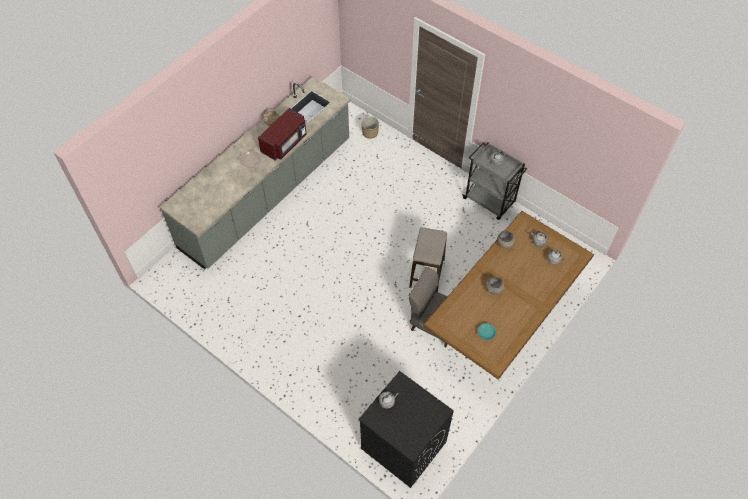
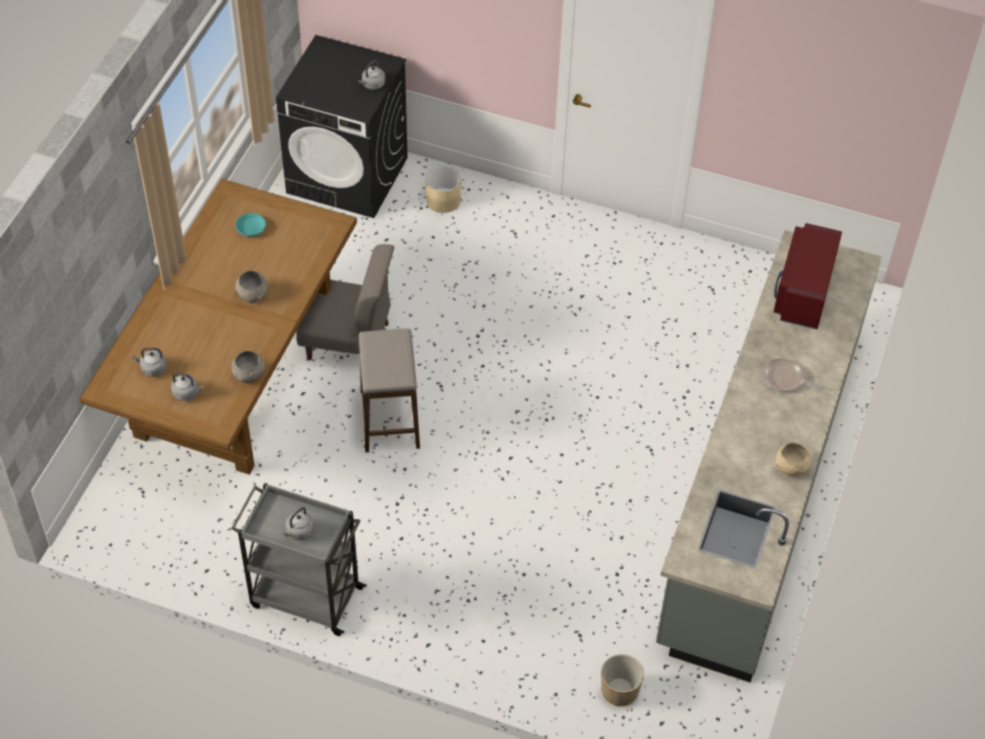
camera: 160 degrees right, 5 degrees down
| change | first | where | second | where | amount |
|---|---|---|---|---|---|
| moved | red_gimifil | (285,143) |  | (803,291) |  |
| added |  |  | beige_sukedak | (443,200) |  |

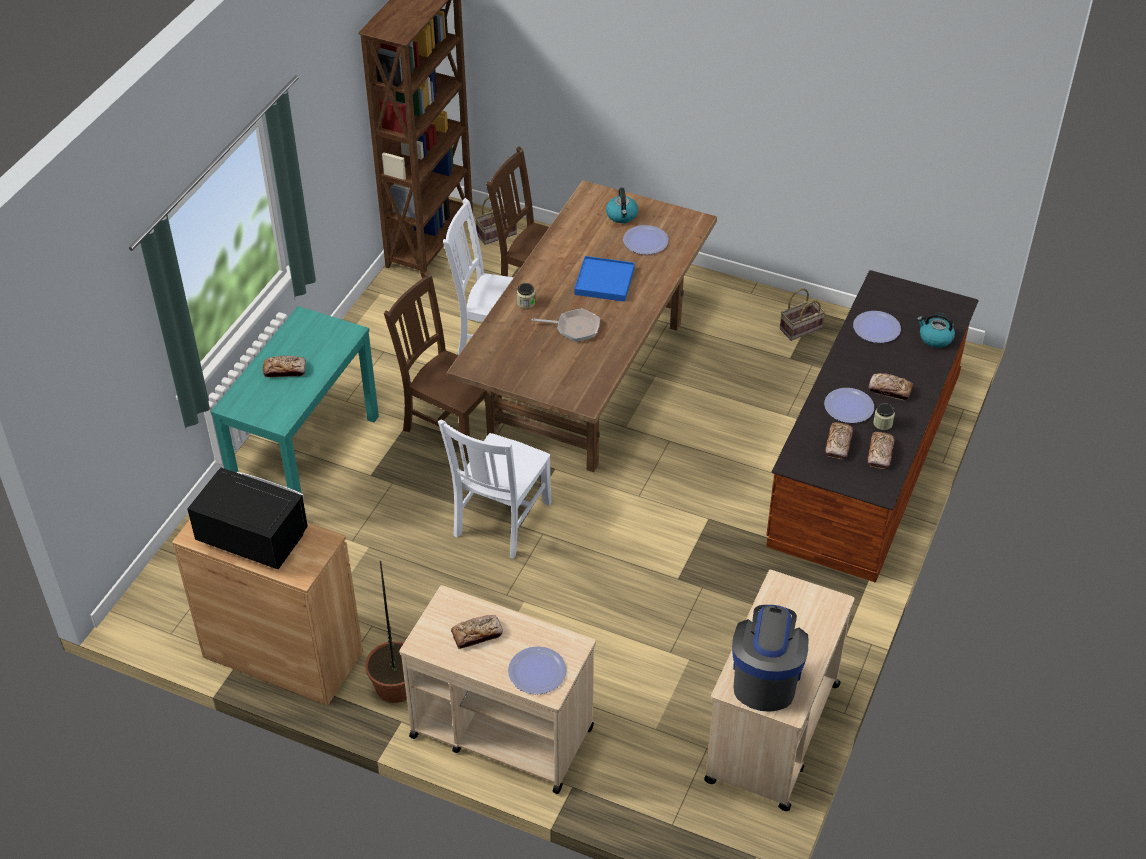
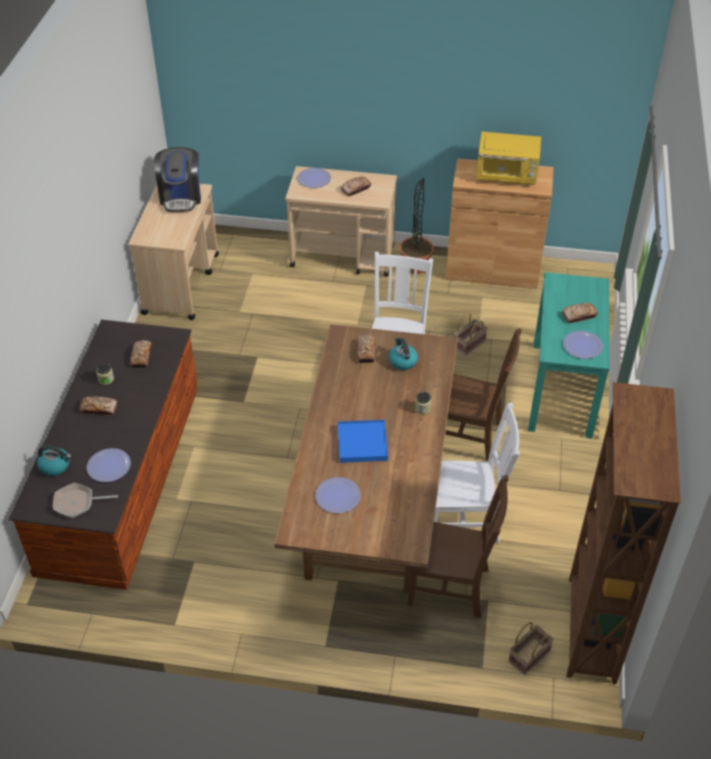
camera: 165 degrees right, 0 degrees up
| change | first | where | second | where | amount |
|---|---|---|---|---|---|
| moved | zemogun | (622,216) |  | (402,361) |  |
| moved | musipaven | (800,329) |  | (469,343) |  |
| moved | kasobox | (574,328) |  | (77,503) |  |
| moved | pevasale | (849,406) |  | (582,346) |  |
| moved | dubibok | (880,453) |  | (365,351) |  |
| recoloured | black_gimifil | (252,538) | yellow_gimifil | (507,175) |  |

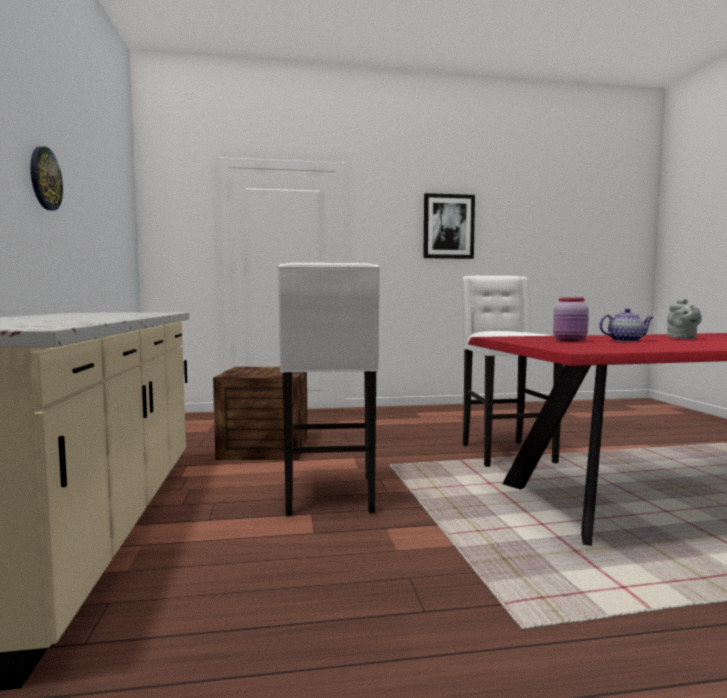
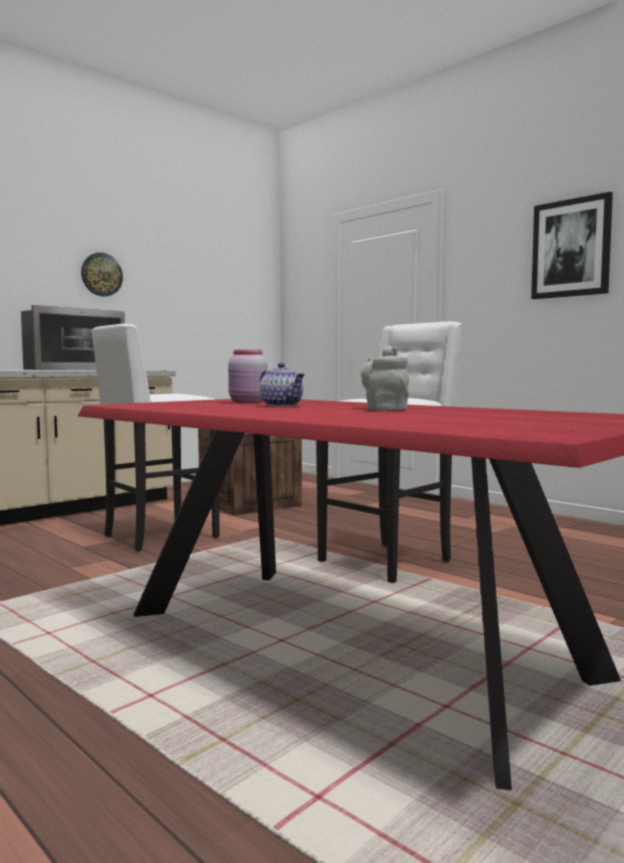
camera: 55 degrees right, 0 degrees up
| change | first | where | second | where | amount |
|---|---|---|---|---|---|
| turned | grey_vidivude | (682,338) |  | (384,409) | 90 degrees clockwise |
| added |  |  | gimifil | (71,369) |  |

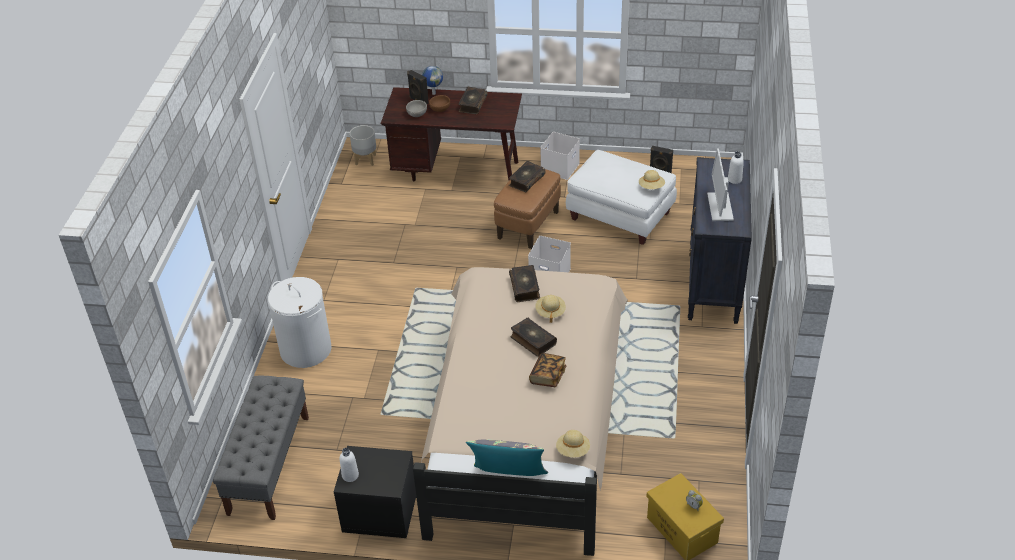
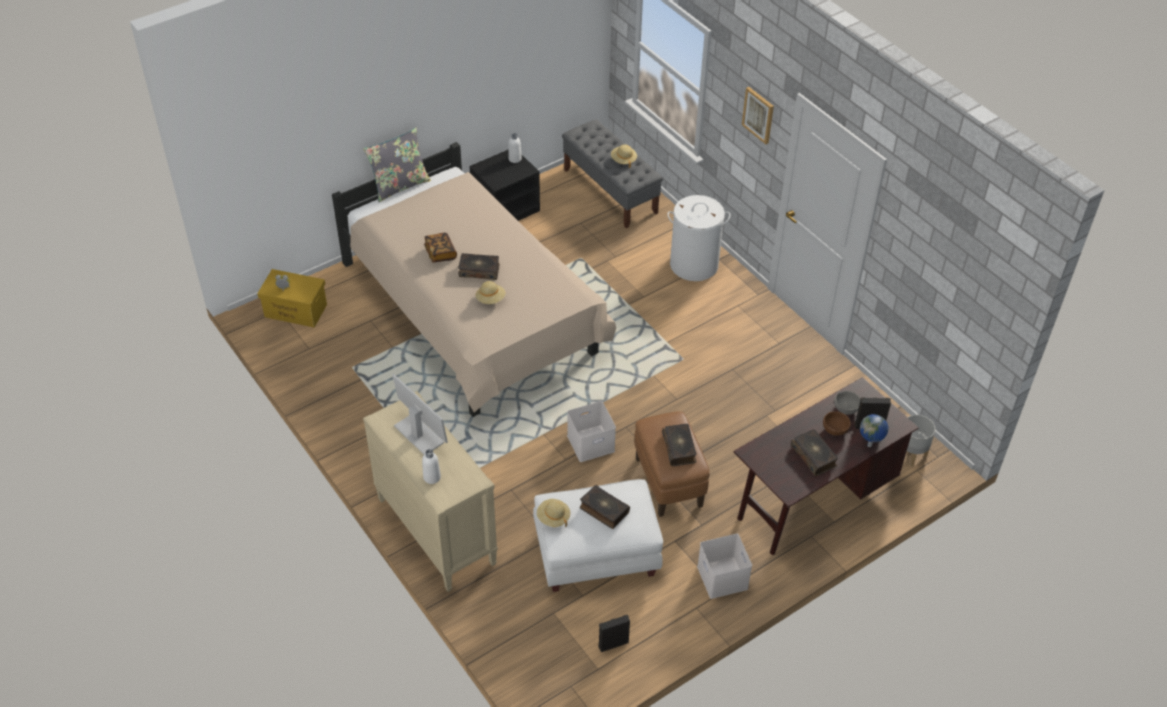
camera: 135 degrees right, 5 degrees up
| change | first | where | second | where | amount |
|---|---|---|---|---|---|
| recoloured | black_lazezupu | (713,283) | beige_lazezupu | (435,531) |  |
| moved | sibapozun | (525,287) |  | (603,510) |  |
| moved | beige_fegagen | (573,450) |  | (623,160) |  |
| added |  |  | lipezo | (758,115) |  |

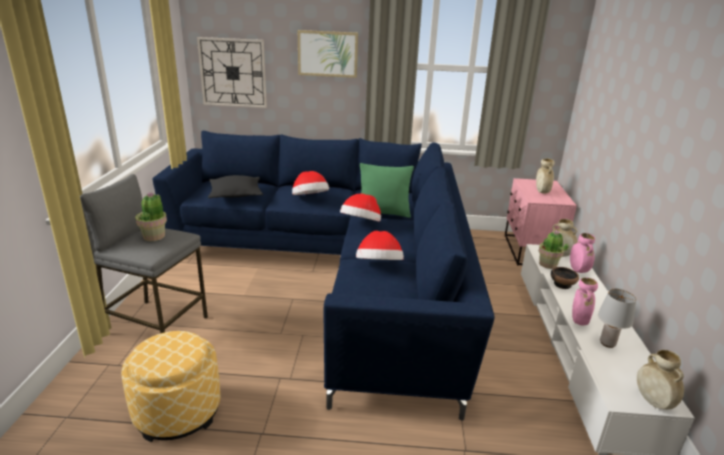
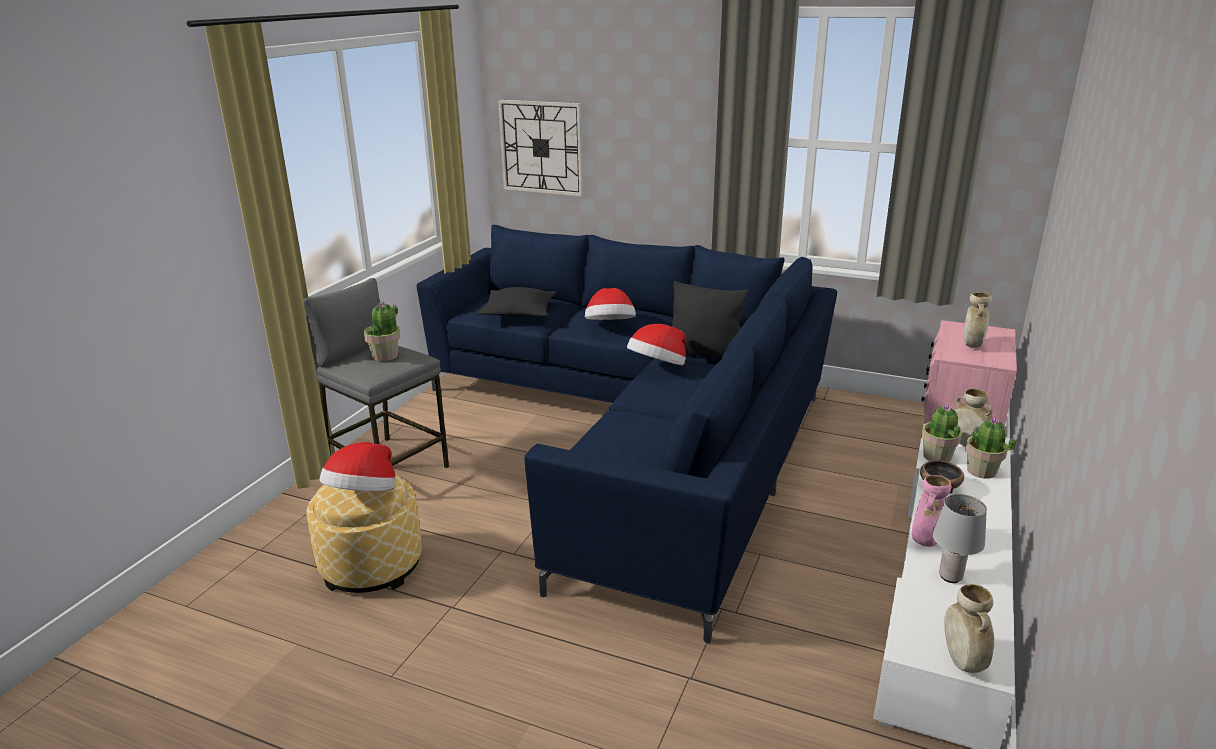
camera: 20 degrees right, 0 degrees up
| change | first | where | second | where | amount |
|---|---|---|---|---|---|
| removed | lipezo | (327,54) |  |  |  |
| recoloured | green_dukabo | (383,213) | black_dukabo | (704,355) |  |
| moved | fegagen | (379,266) |  | (363,495) |  |
| replaced | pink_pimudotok | (578,270) | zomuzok | (981,471) |  |

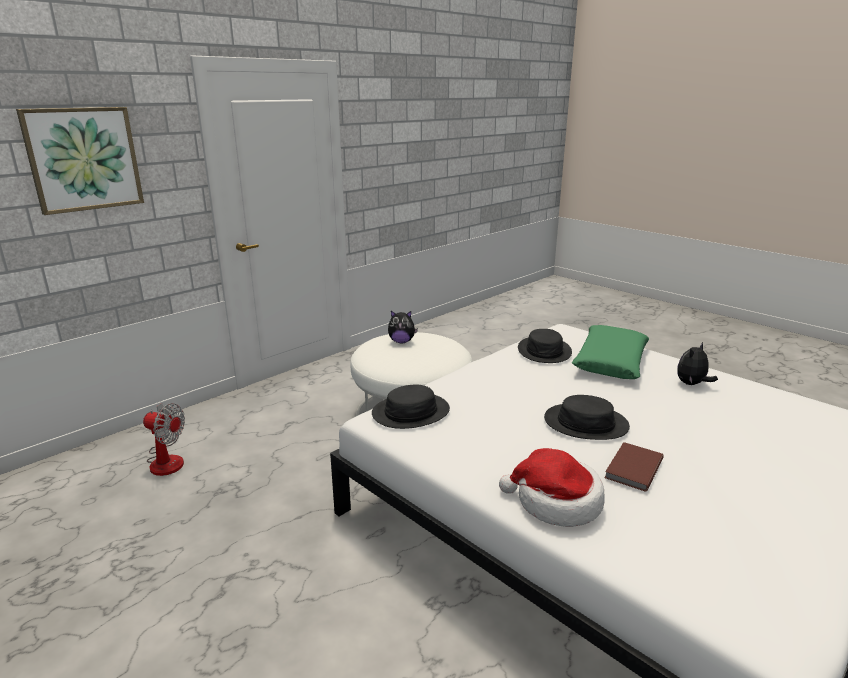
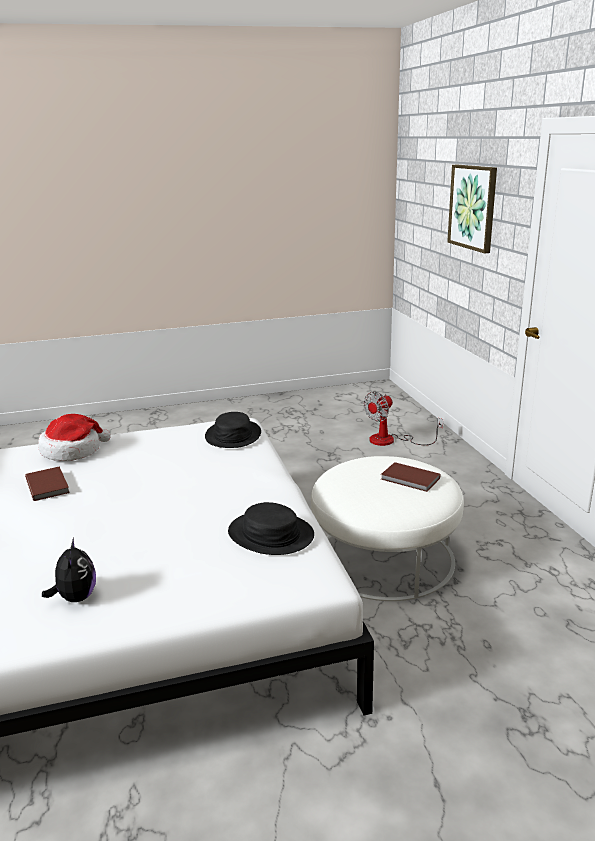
camera: 120 degrees right, 0 degrees up
| change | first | where | second | where | amount |
|---|---|---|---|---|---|
| replaced | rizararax | (401,341) | brown_sibapozun | (410,479) |  |
| removed | green_dukabo | (610,361) |  |  |  |
| removed | black_fegagen | (585,423) |  |  |  |

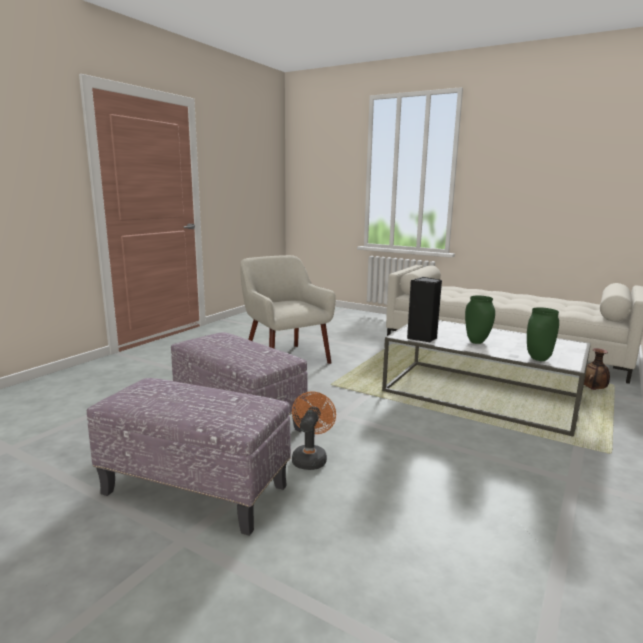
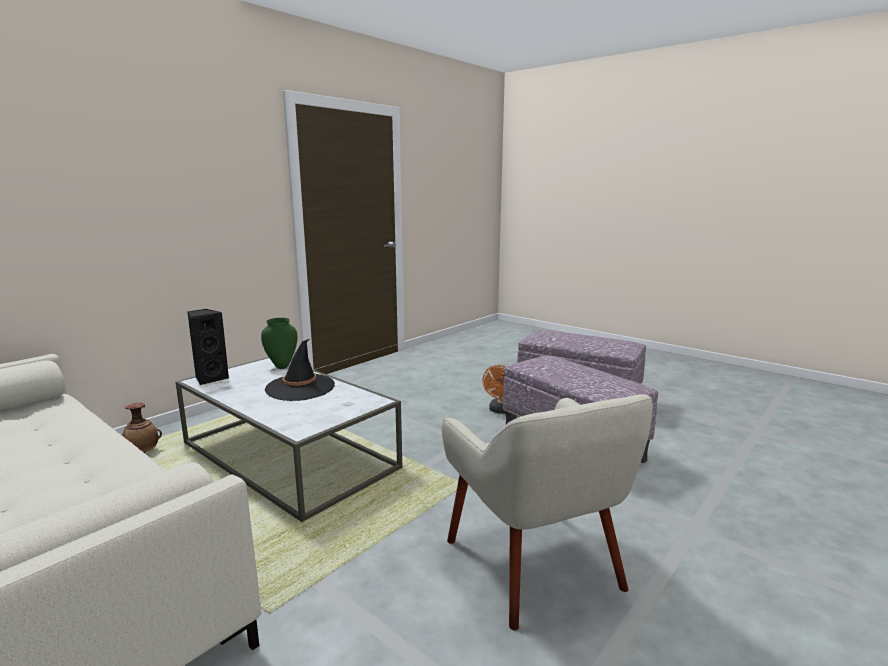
camera: 170 degrees left, 0 degrees up
| change | first | where | second | where | amount |
|---|---|---|---|---|---|
| moved | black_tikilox | (422,338) |  | (210,378) |  |
| replaced | green_pimudotok | (477,342) | black_fegagen | (300,387) |  |

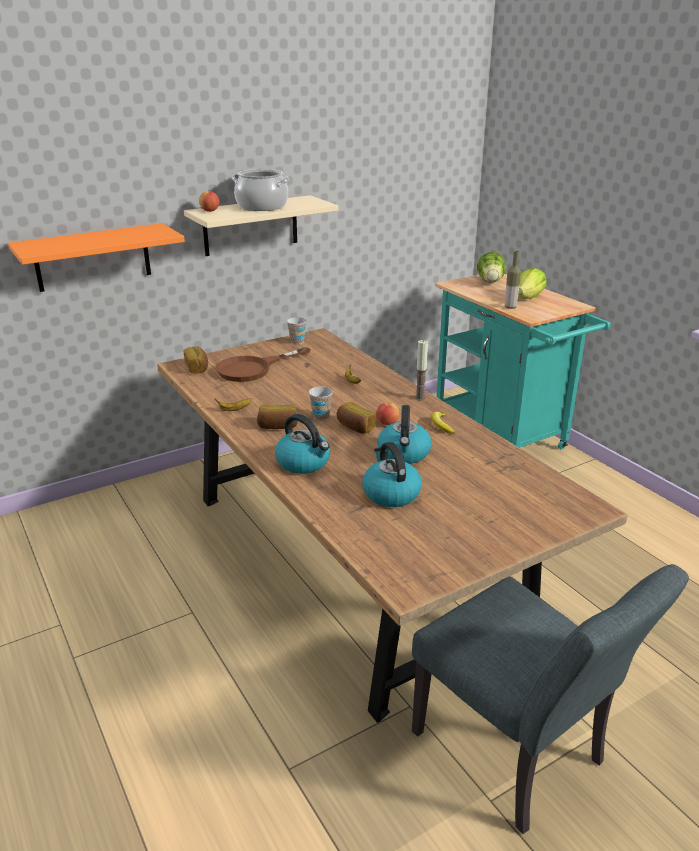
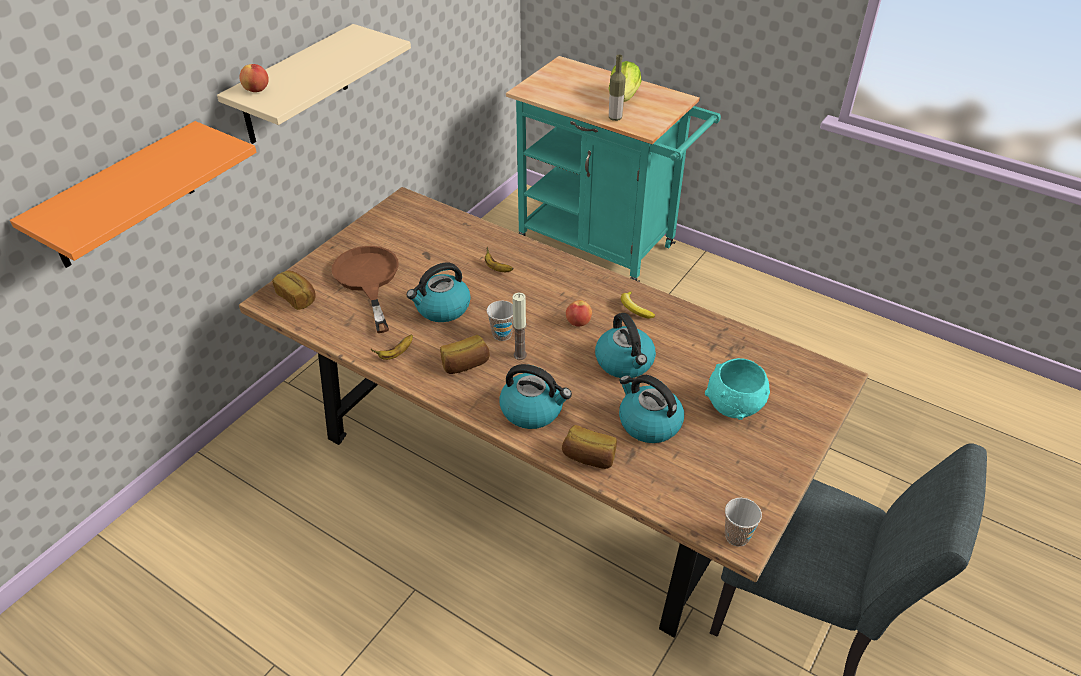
camera: 25 degrees left, 15 degrees up
| change | first | where | second | where | amount |
|---|---|---|---|---|---|
| removed | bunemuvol | (262,206) |  |  |  |
| removed | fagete | (491,282) |  |  |  |
| moved | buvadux | (297,342) |  | (737,536) |  |
| moved | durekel | (420,398) |  | (520,355) |  |
| turned | brown_kasobox | (253,369) |  | (368,280) | 135 degrees clockwise |
| moved | dubibok | (355,427) |  | (589,458) |  |
| added |  |  | zemogun | (442,308) |  |
| added |  |  | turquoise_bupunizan | (733,406) |  |

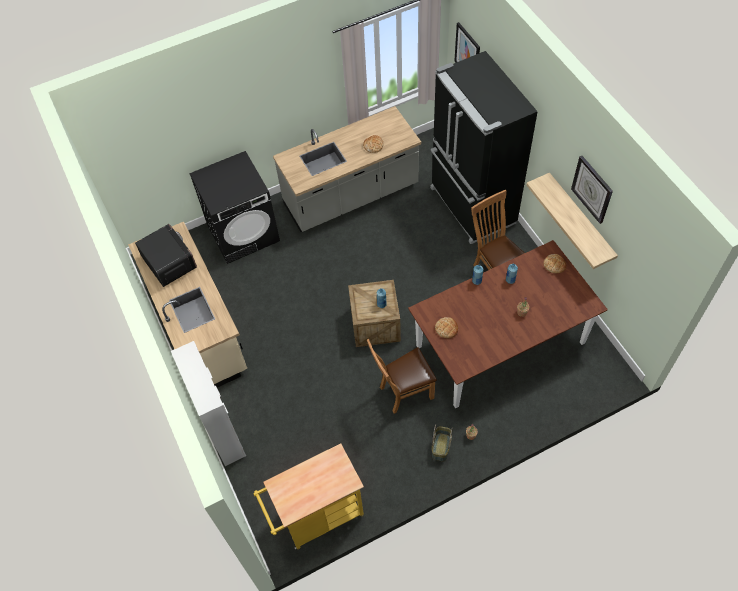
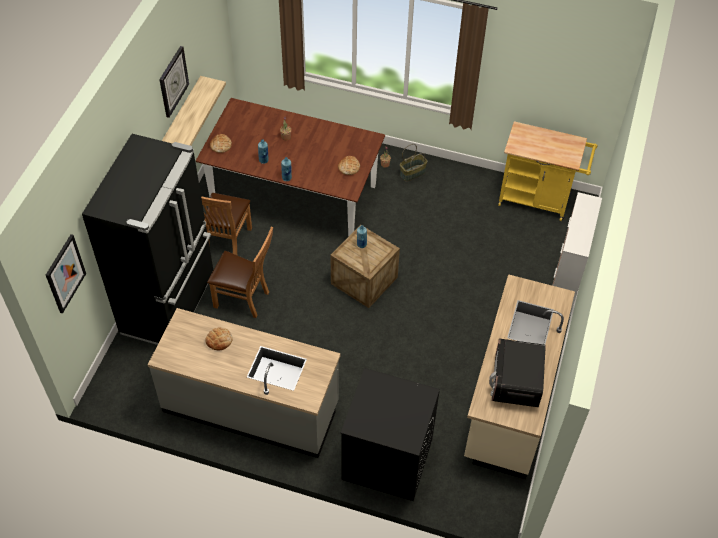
camera: 140 degrees left, 5 degrees down
| change | first | where | second | where | amount |
|---|---|---|---|---|---|
| moved | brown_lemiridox | (403,392) |  | (245,299) |  |

